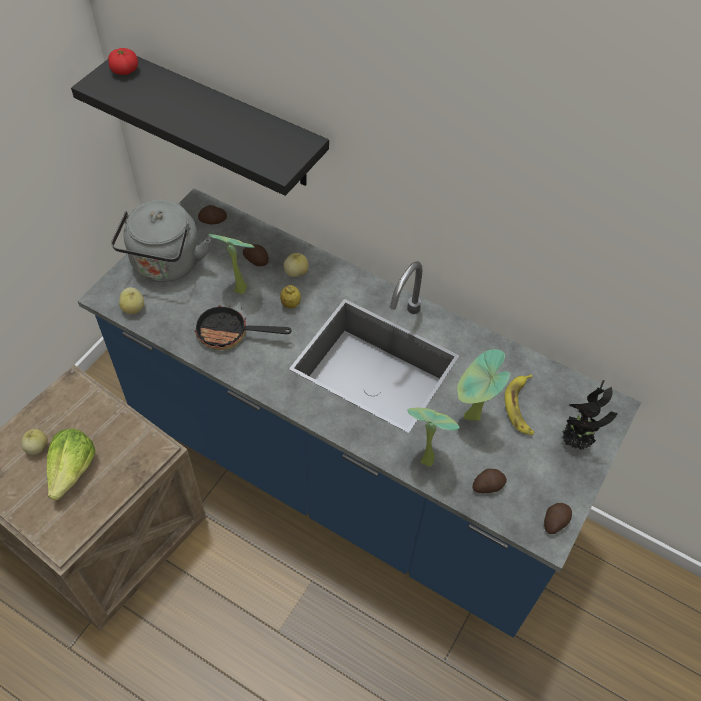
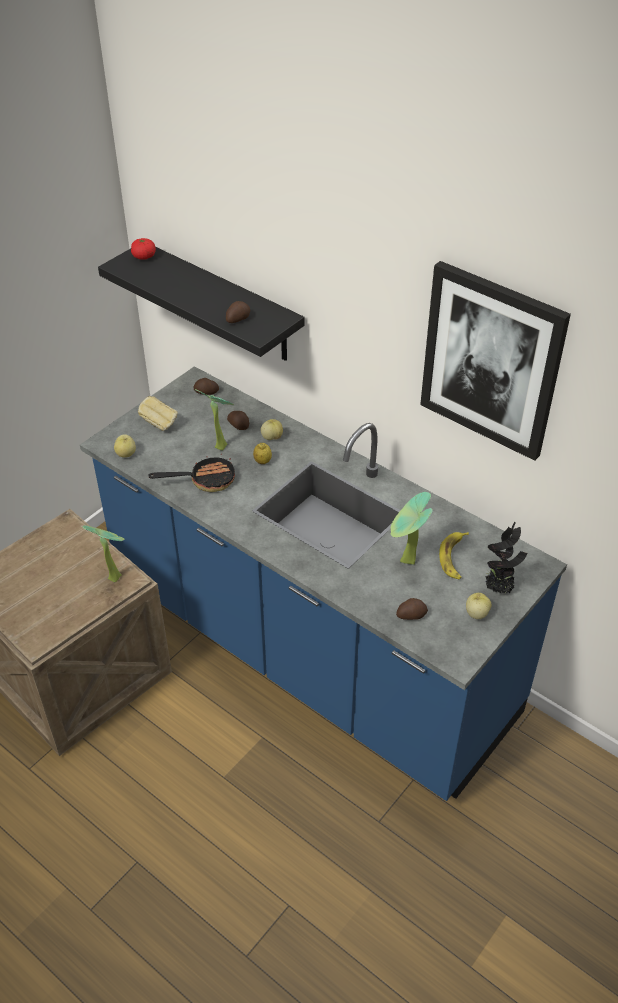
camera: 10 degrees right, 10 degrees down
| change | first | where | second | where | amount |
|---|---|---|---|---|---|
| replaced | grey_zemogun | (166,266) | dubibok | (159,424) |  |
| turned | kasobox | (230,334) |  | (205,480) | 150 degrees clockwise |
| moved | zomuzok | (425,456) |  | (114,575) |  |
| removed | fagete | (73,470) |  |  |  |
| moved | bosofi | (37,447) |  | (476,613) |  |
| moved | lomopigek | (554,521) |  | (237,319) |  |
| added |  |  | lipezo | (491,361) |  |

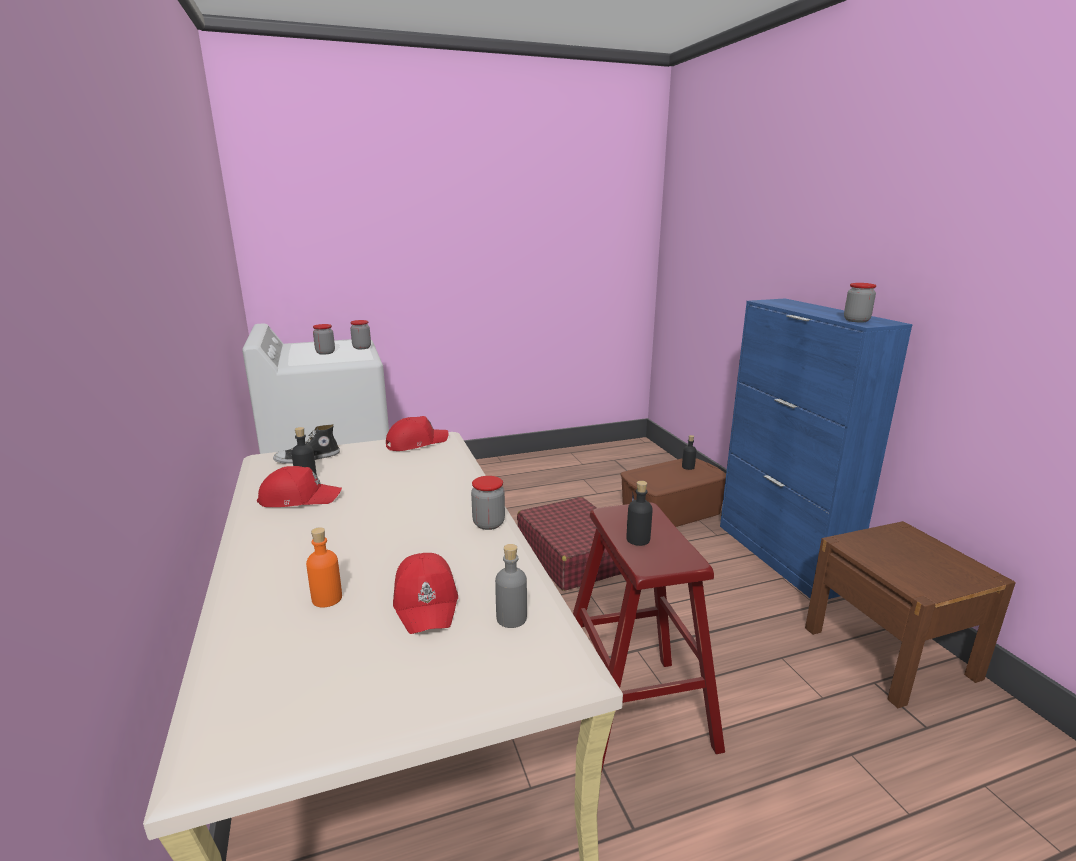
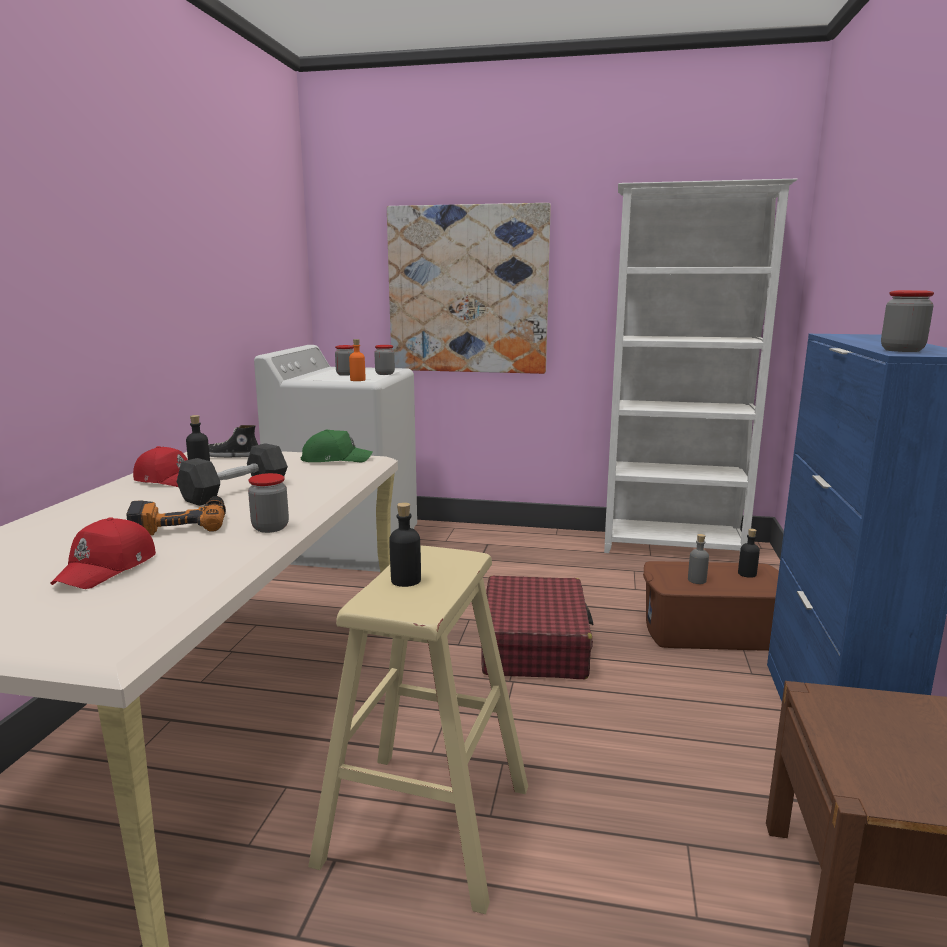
camera: 30 degrees right, 5 degrees down
| change | first | where | second | where | amount |
|---|---|---|---|---|---|
| recoloured | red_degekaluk | (416,443) | green_degekaluk | (335,459) |  |
| recoloured | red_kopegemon | (634,714) | beige_kopegemon | (426,824) |  |
| moved | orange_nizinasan | (327,598) |  | (357,380) |  |
| moved | grey_nizinasan | (511,618) |  | (697,580) |  |
| added |  |  | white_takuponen | (673,548) |  |
| added |  |  | lipezo | (468,290) |  |
| added |  |  | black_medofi | (236,491) |  |
| added |  |  | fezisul | (180,525) |  |

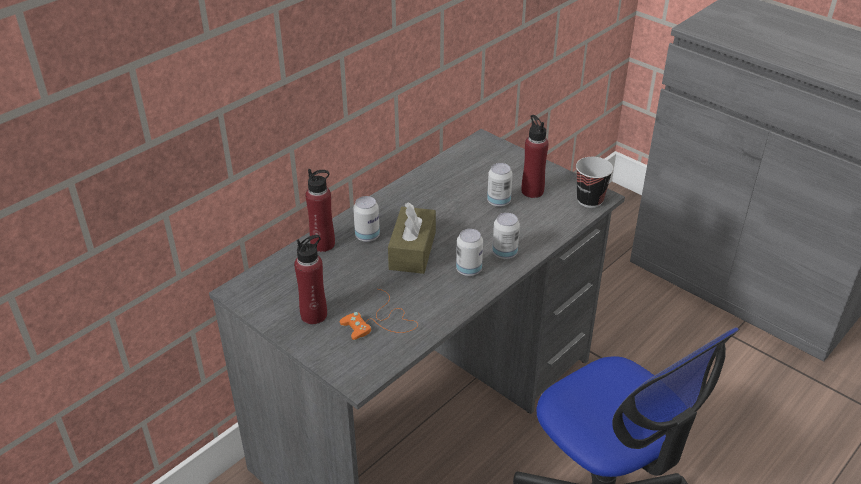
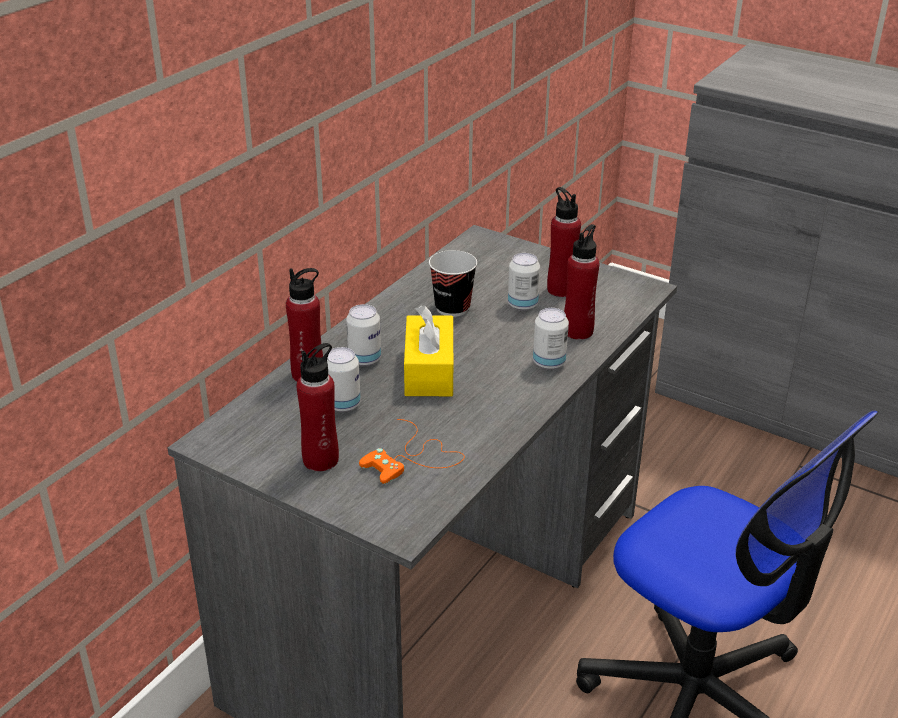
camera: 10 degrees left, 5 degrees down
| change | first | where | second | where | amount |
|---|---|---|---|---|---|
| moved | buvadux | (590,200) |  | (452,308) |  |
| recoloured | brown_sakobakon | (412,250) | yellow_sakobakon | (429,371) |  |
| moved | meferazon | (468,270) |  | (343,405) |  |
| added |  |  | red_nizinasan | (578,331) |  |

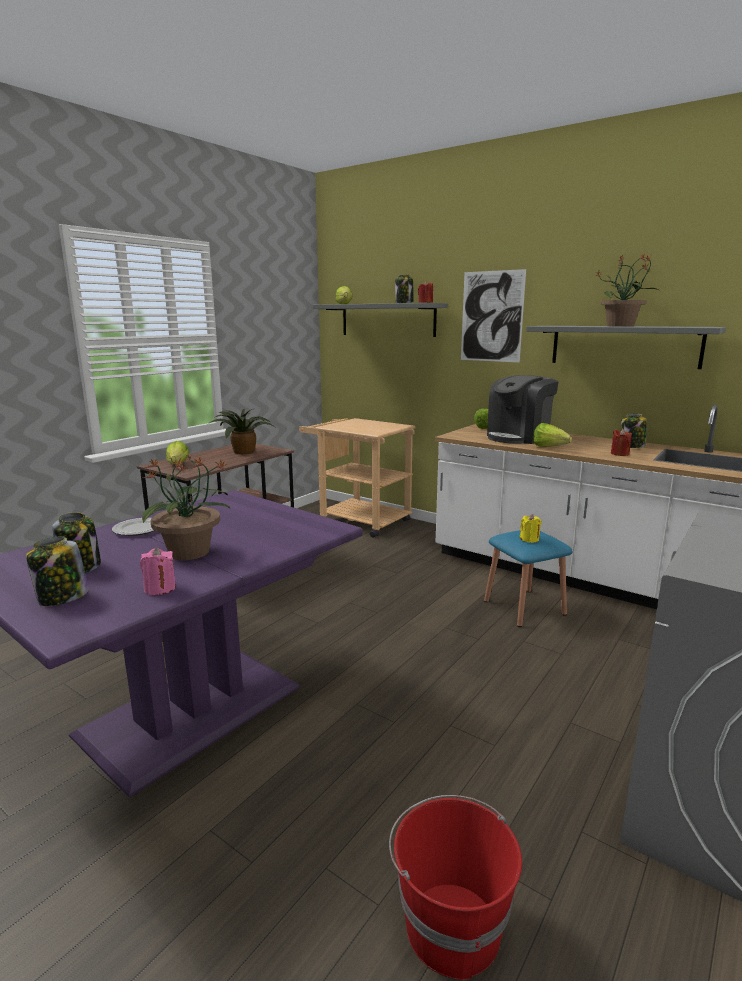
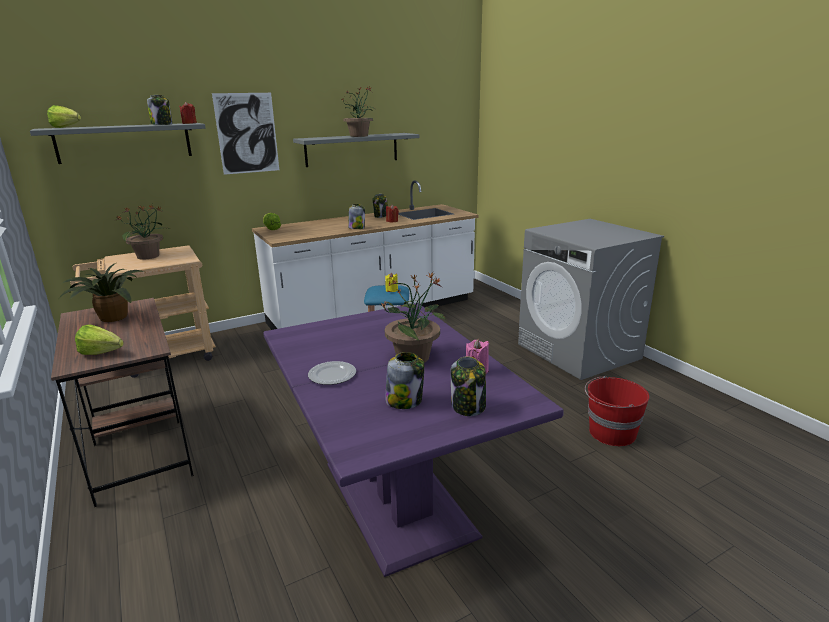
camera: 65 degrees left, 5 degrees up
| change | first | where | second | where | amount |
|---|---|---|---|---|---|
| removed | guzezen | (518,437) |  |  |  |
| replaced | fagete | (552,448) | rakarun | (356,228) |  |
| added |  |  | zomuzok | (149,256) |  |

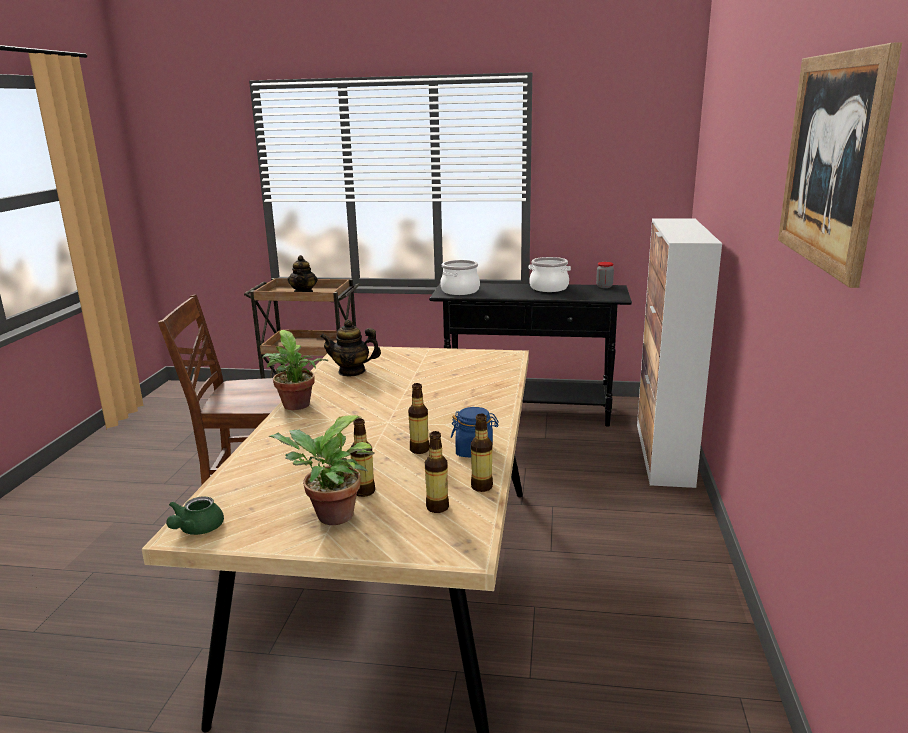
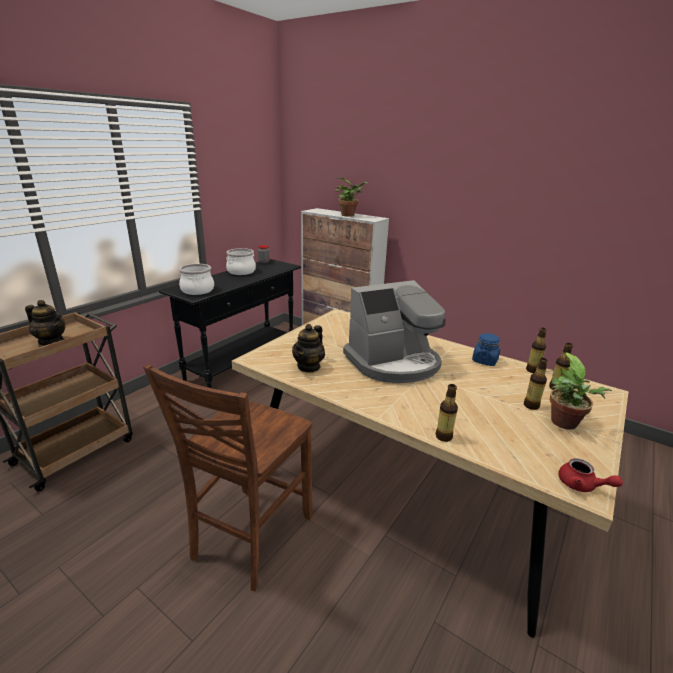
camera: 65 degrees left, 5 degrees up
| change | first | where | second | where | amount |
|---|---|---|---|---|---|
| removed | lipezo | (832,161) |  |  |  |
| moved | zomuzok | (297,406) |  | (349,215) |  |
| moved | nizinasan | (419,450) |  | (443,436) |  |
| recoloured | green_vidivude | (196,529) | red_vidivude | (581,485) |  |
| added |  |  | guzezen | (393,362) |  |

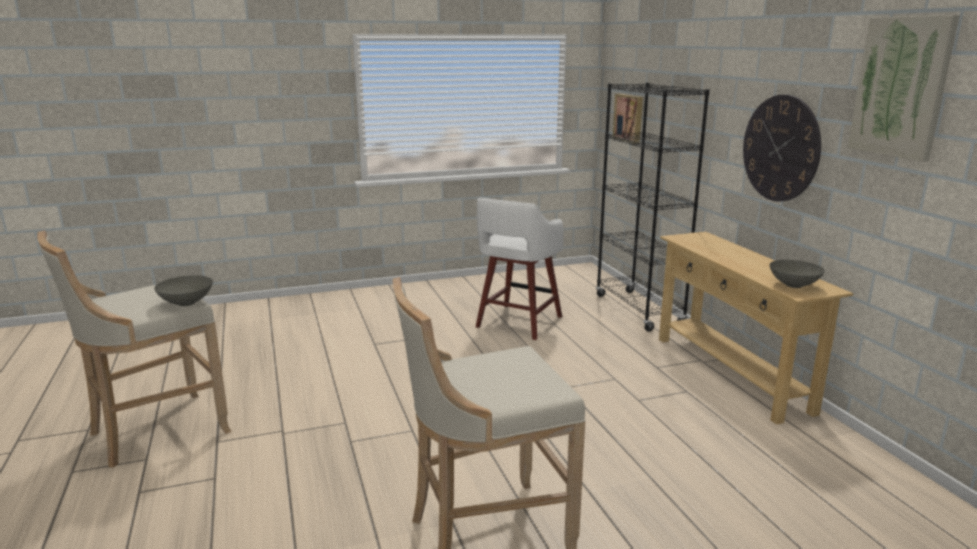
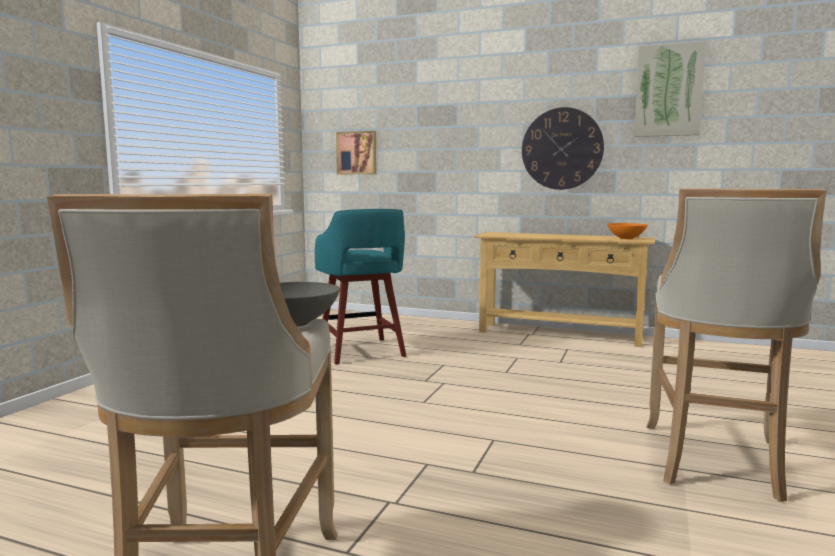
camera: 50 degrees left, 10 degrees down
| change | first | where | second | where | amount |
|---|---|---|---|---|---|
| removed | black_takuponen | (638,310) |  |  |  |
| recoloured | white_kopegemon | (517,323) | turquoise_kopegemon | (361,352) |  |
| recoloured | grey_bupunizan | (794,285) | orange_bupunizan | (626,238) |  |

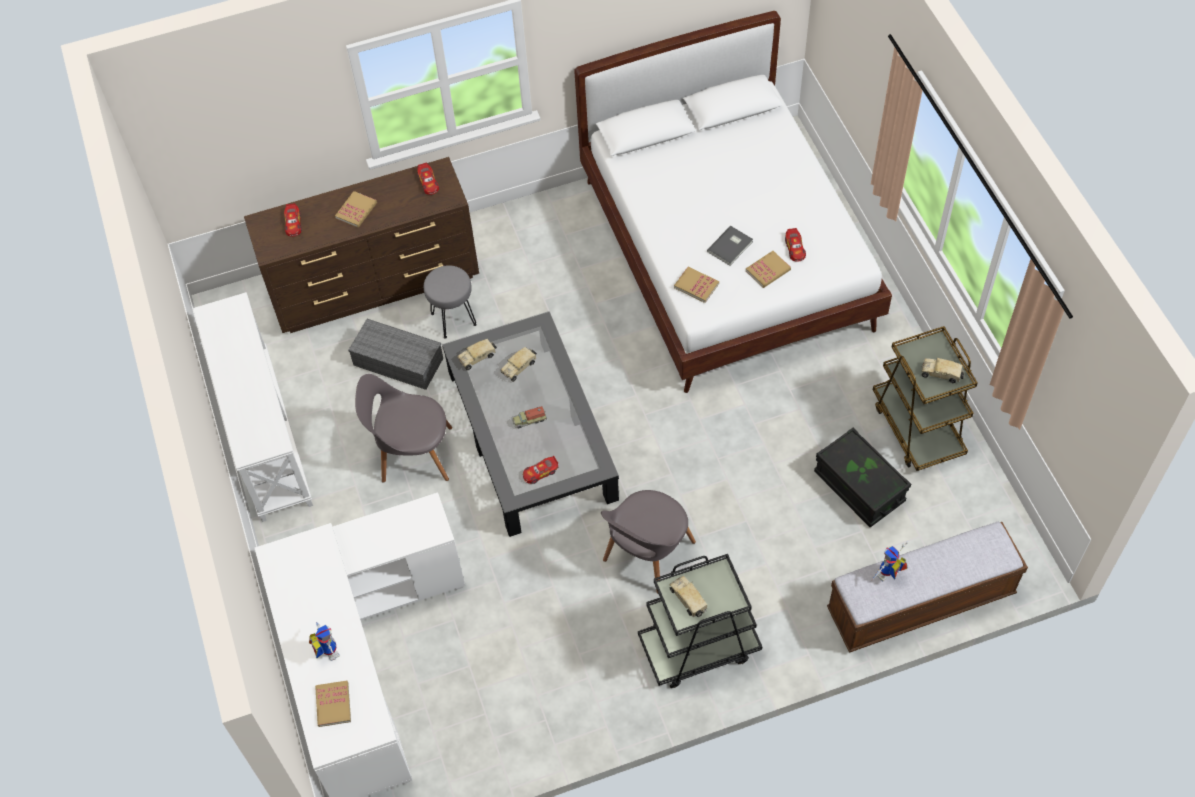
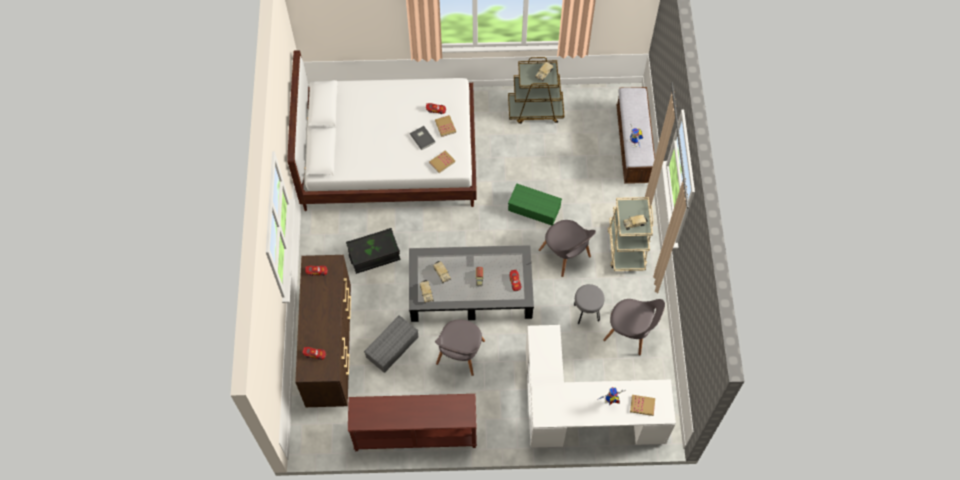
camera: 75 degrees left, 5 degrees up
| change | first | where | second | where | amount |
|---|---|---|---|---|---|
| removed | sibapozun | (356,210) |  |  |  |
| moved | grey_kopegemon | (454,319) |  | (586,312) |  |
| recoloured | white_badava | (264,435) | brown_badava | (415,434) |  |
| moved | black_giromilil | (859,487) |  | (374,255) |  |
| recoloured | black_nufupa | (698,647) | beige_nufupa | (626,248) |  |
| added |  |  | green_giromilil | (535,208) |  |
| added |  |  | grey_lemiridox | (630,333) |  |

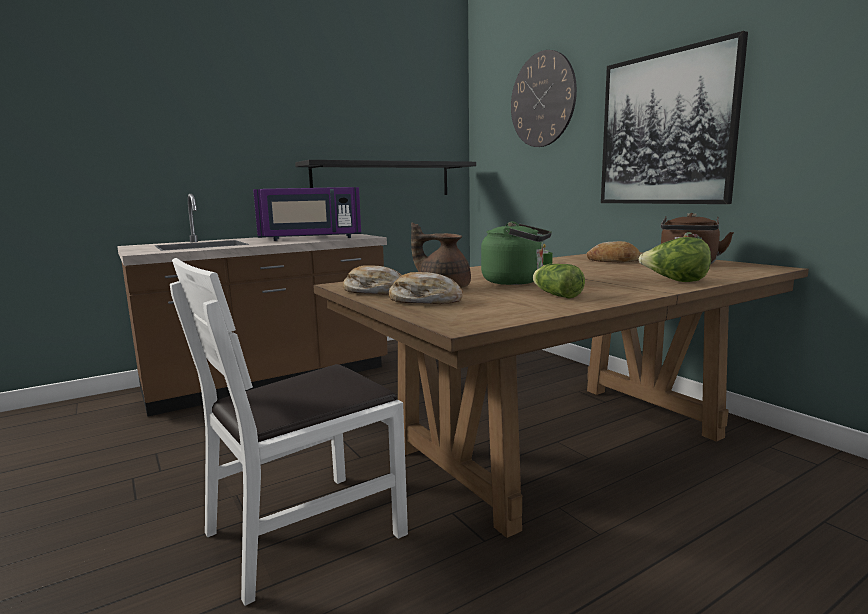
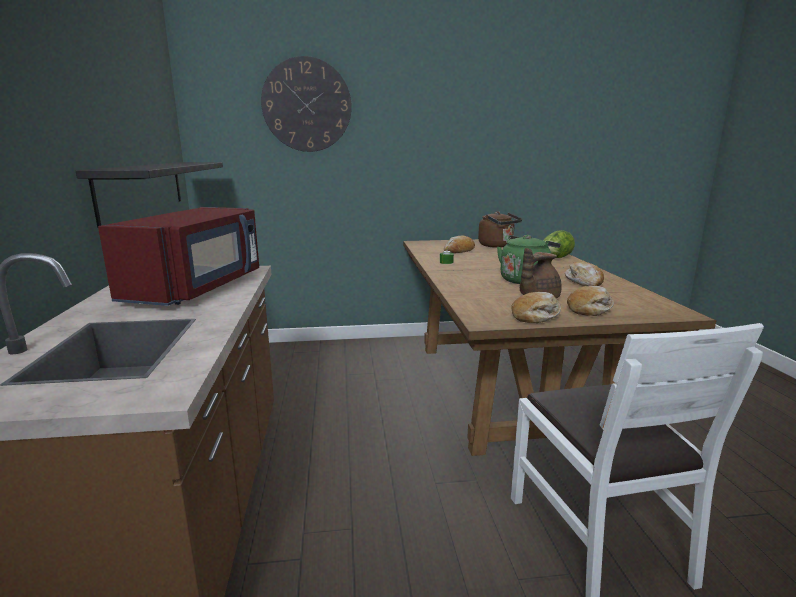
camera: 65 degrees left, 5 degrees up
| change | first | where | second | where | amount |
|---|---|---|---|---|---|
| removed | lipezo | (666,129) |  |  |  |
| recoloured | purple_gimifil | (311,238) | red_gimifil | (198,288) |  |
| replaced | fagete | (555,294) | dubibok | (584,282) |  |

